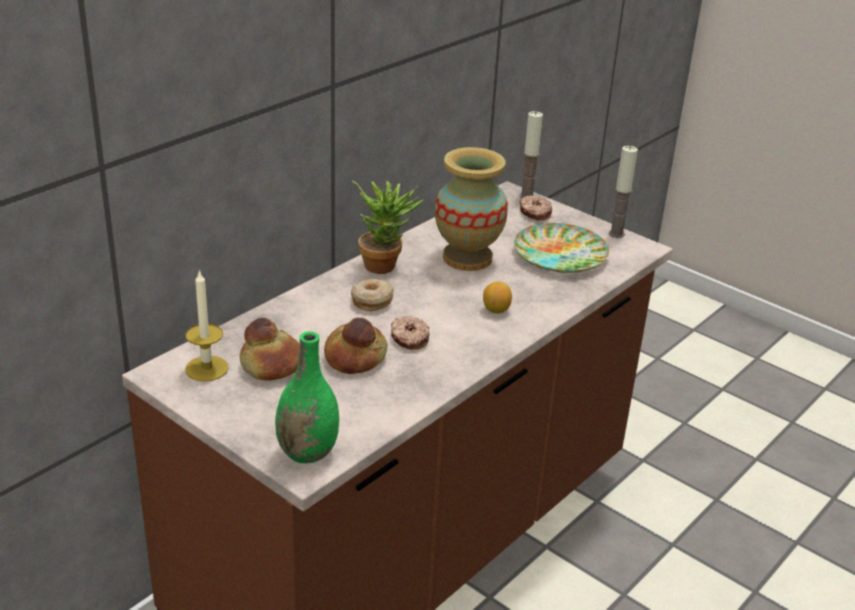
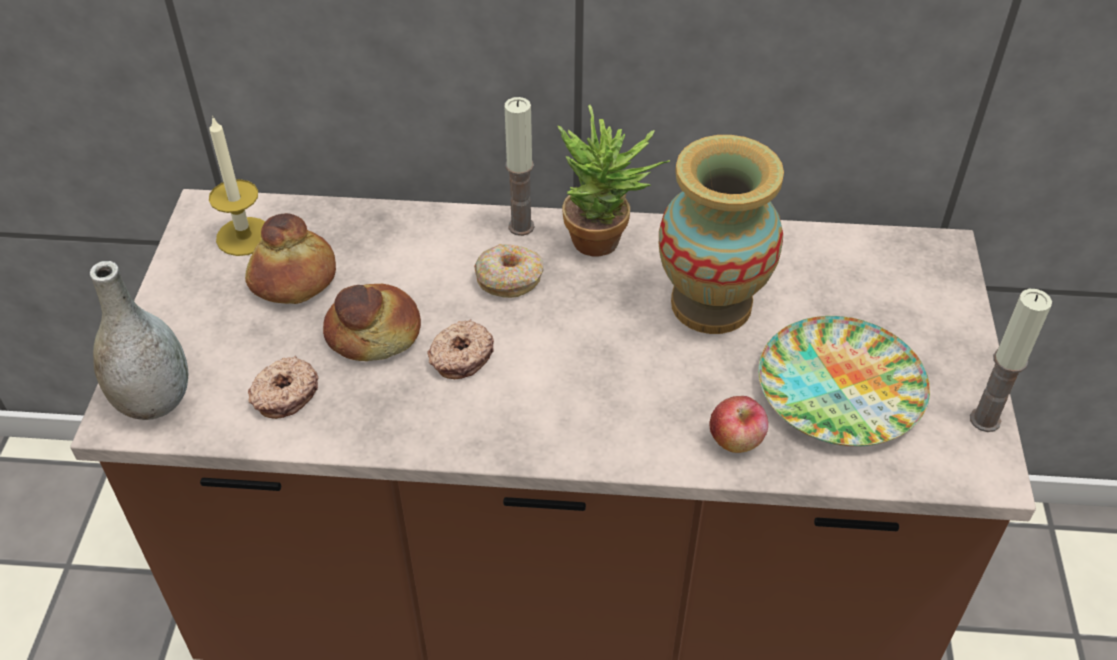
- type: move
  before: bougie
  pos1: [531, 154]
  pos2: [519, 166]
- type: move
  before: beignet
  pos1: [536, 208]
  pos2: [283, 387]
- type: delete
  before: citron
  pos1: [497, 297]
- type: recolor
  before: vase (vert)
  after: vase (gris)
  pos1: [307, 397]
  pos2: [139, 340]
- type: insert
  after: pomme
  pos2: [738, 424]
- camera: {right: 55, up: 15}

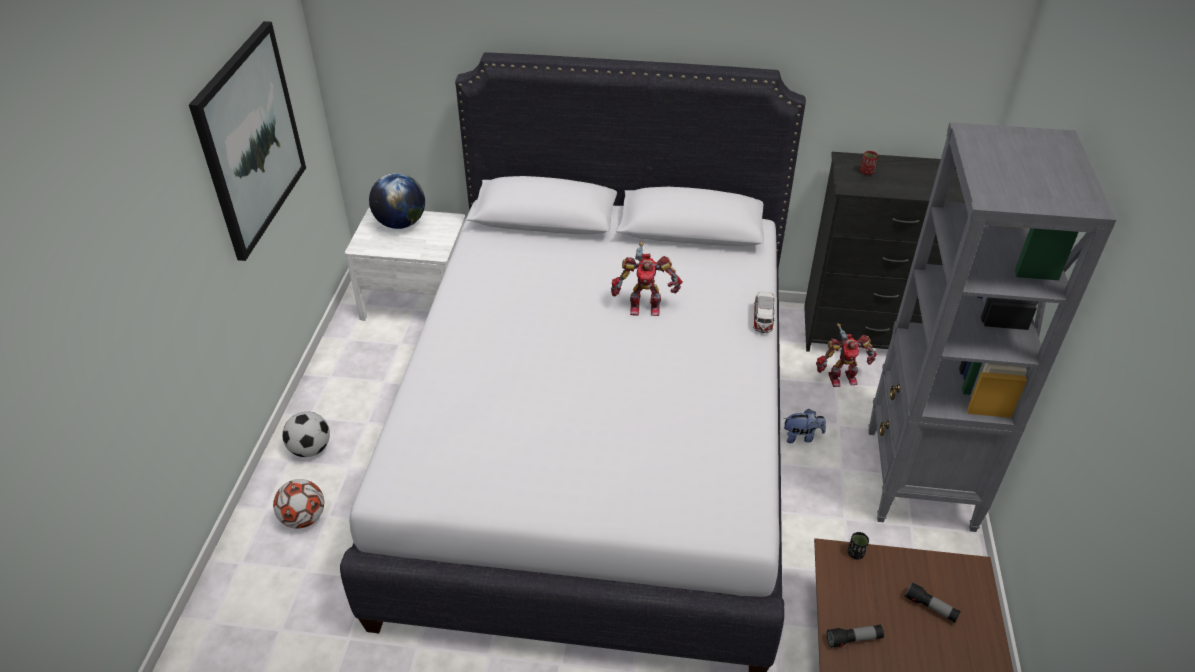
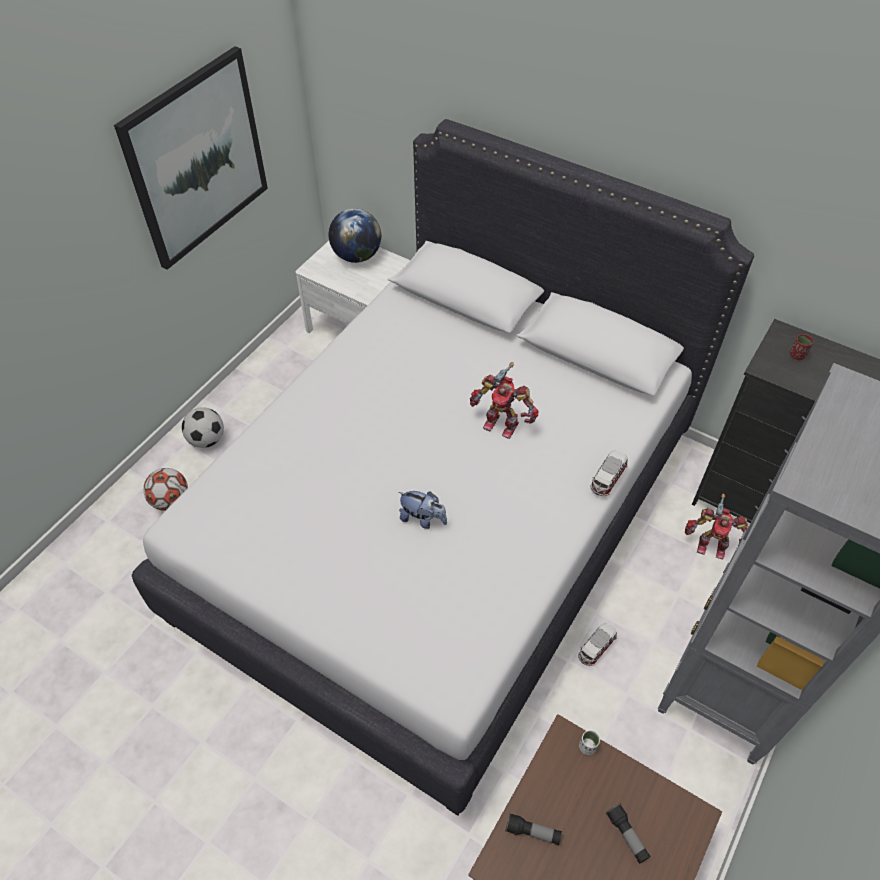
- type: move
  before: peluche
  pos1: [805, 426]
  pos2: [422, 510]
- type: recolor
  before: tasse (noir)
  after: tasse (blanc)
  pos1: [858, 546]
  pos2: [589, 742]
- type: insert
  after: petite voiture
  pos2: [597, 644]
- camera: {right: 25, up: 10}

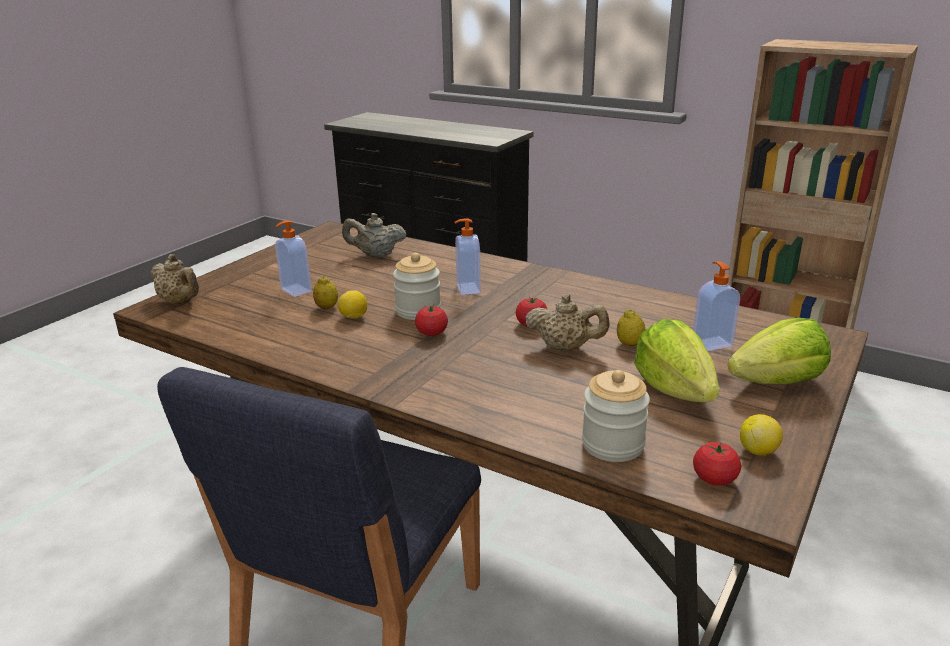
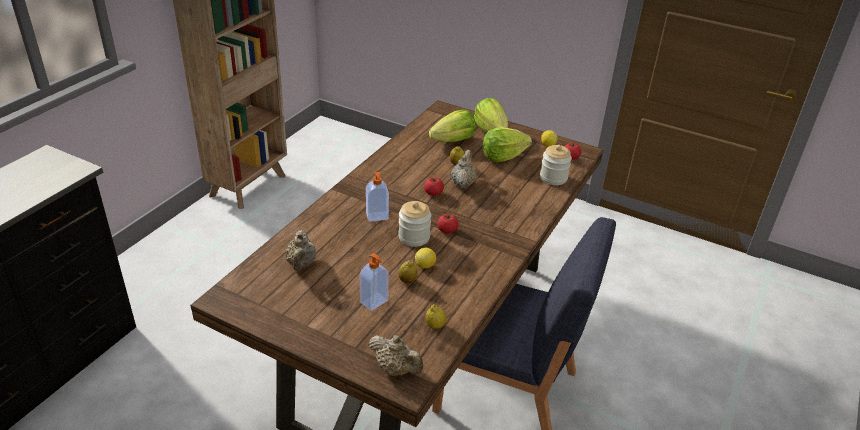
- type: rotate
  before: théière (beige)
  pos1: [175, 279]
  pos2: [395, 355]
  turn: 90
- type: replace
  before: distributeur de savon
  after: laitue
  pos1: [716, 306]
  pos2: [452, 126]
- type: insert
  after: citron
  pos2: [435, 316]
- camera: {right: -95, up: 10}

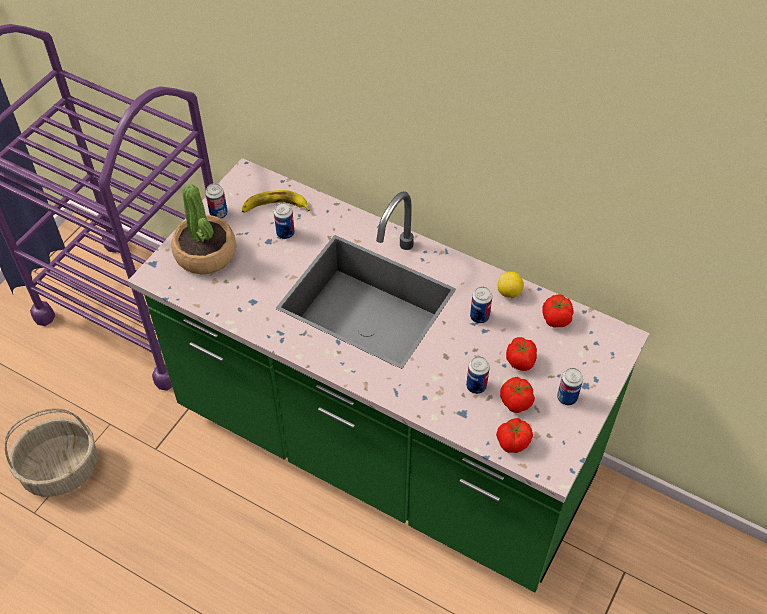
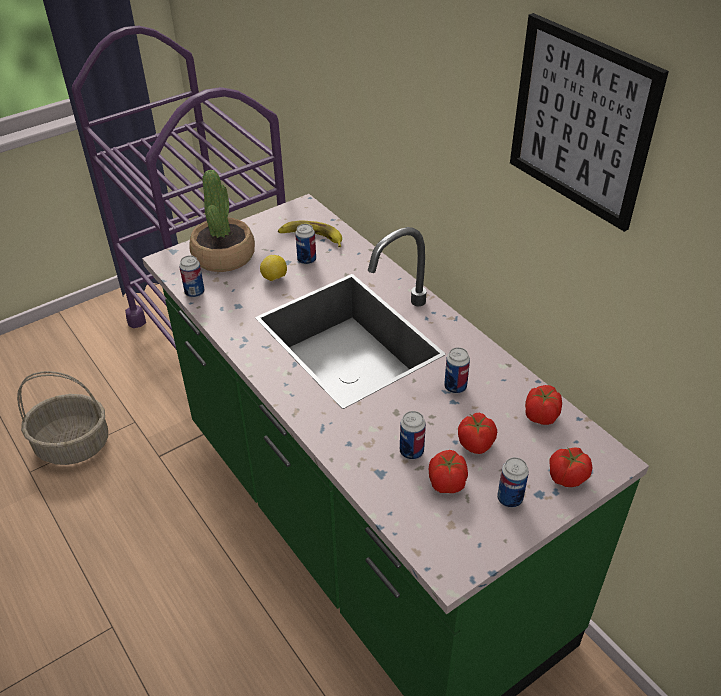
- type: move
  before: boîte métallique
  pos1: [217, 201]
  pos2: [192, 276]
- type: move
  before: citron
  pos1: [510, 285]
  pos2: [273, 268]
- type: move
  before: tomate
  pos1: [514, 435]
  pos2: [570, 467]
- type: insert
  after: tableau
  pos2: [589, 122]
- camera: {right: 25, up: -10}

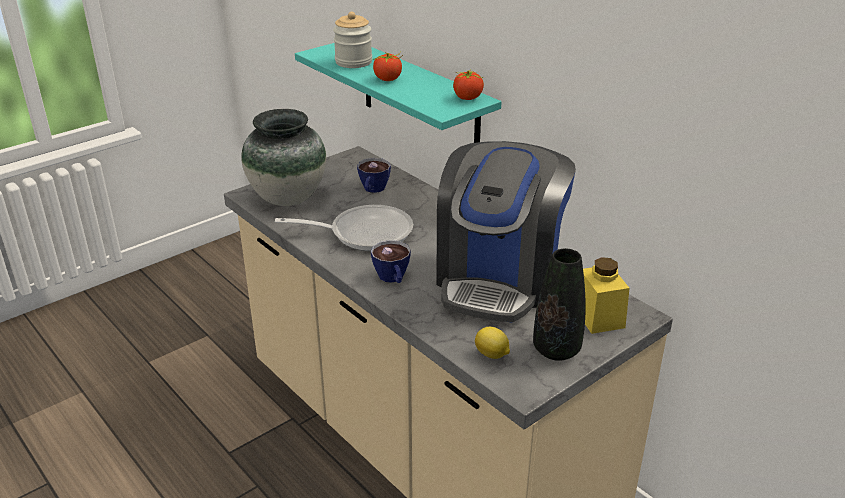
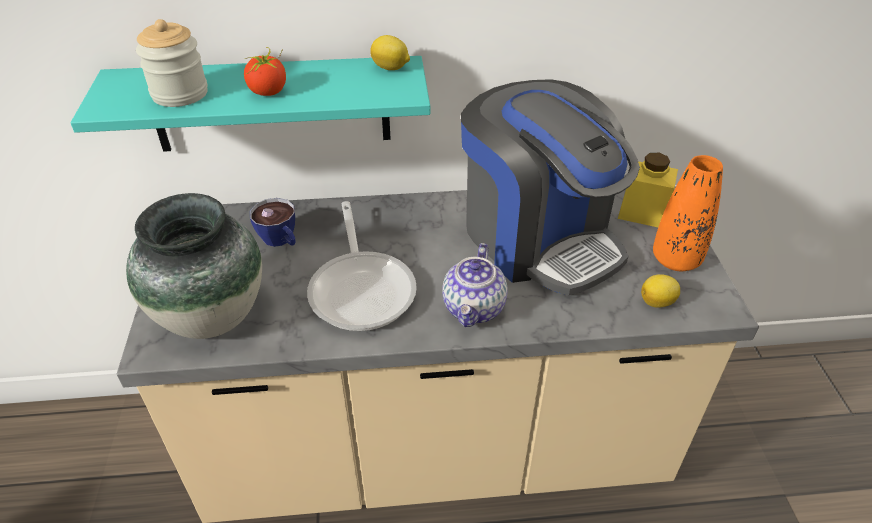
- type: replace
  before: tomate
  after: citron
  pos1: [468, 85]
  pos2: [390, 52]
- type: rotate
  before: poêle
  pos1: [344, 228]
  pos2: [362, 266]
  turn: 135
- type: replace
  before: tasse
  after: théière
  pos1: [391, 261]
  pos2: [474, 285]
- type: recolor
  before: vase (noir)
  after: vase (orange)
  pos1: [559, 304]
  pos2: [688, 213]
- camera: {right: -55, up: 10}

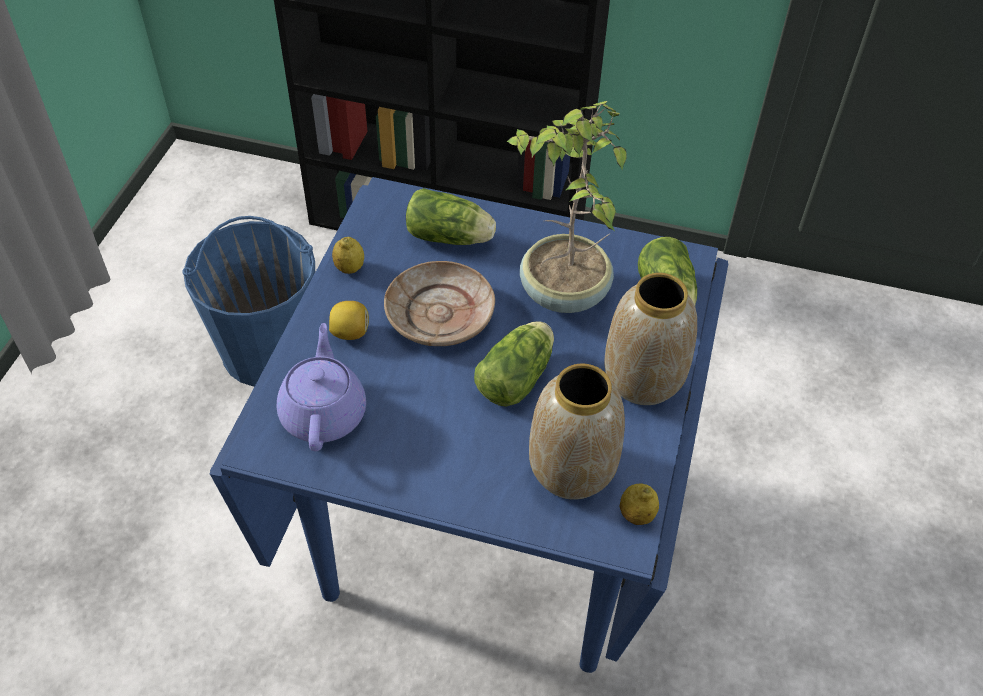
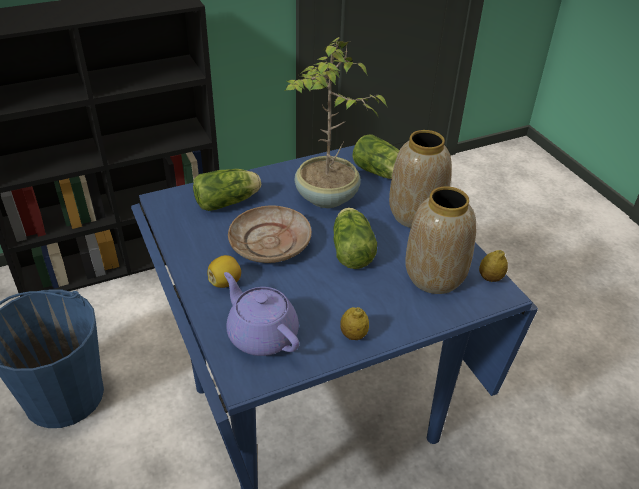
- type: move
  before: citron
  pos1: [348, 255]
  pos2: [354, 323]
- camera: {right: -40, up: -10}

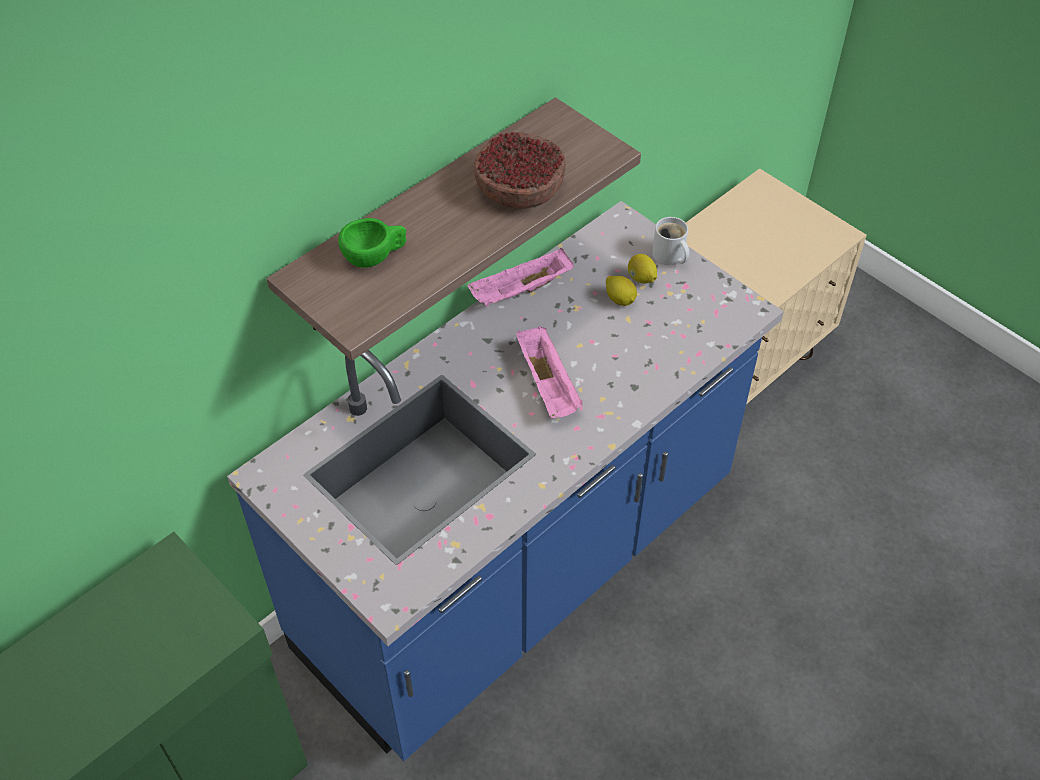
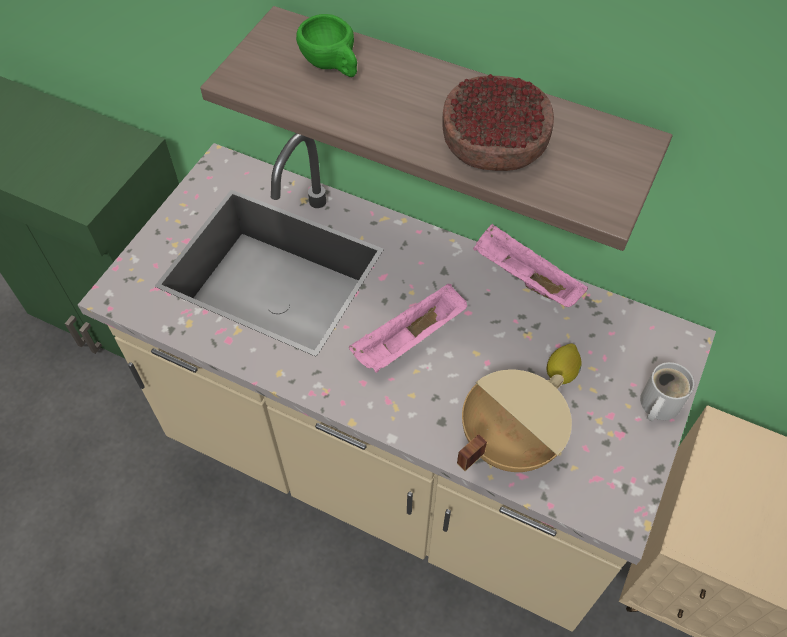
- type: recolor
  before: comptoir de cuisine (bleu)
  after: comptoir de cuisine (beige)
  pos1: [505, 481]
  pos2: [397, 382]
- type: delete
  before: citron
  pos1: [642, 268]
- type: insert
  after: marmite (beige)
  pos2: [514, 420]
- camera: {right: 70, up: 5}

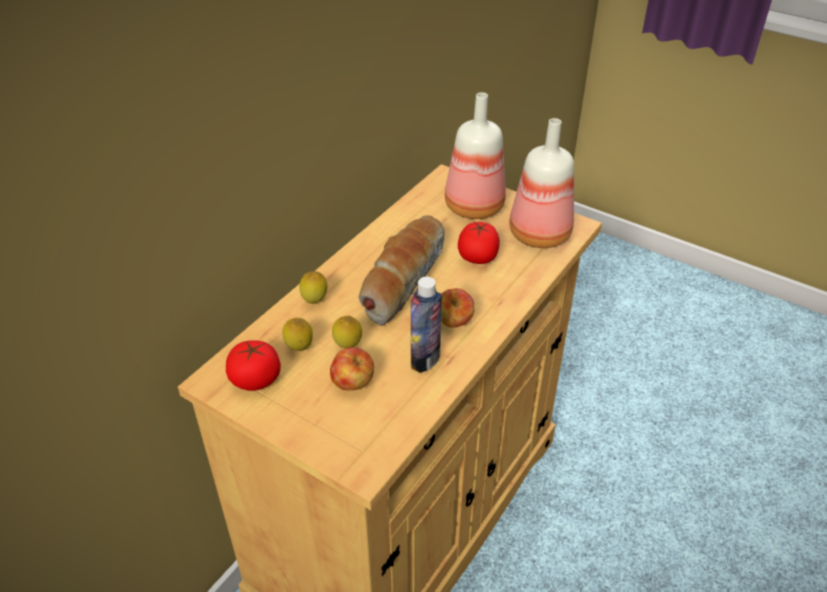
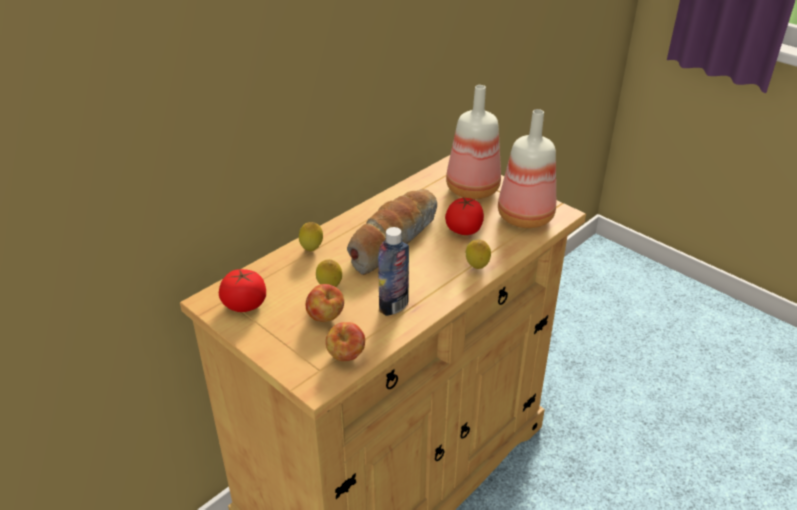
- type: move
  before: pomme
  pos1: [458, 308]
  pos2: [345, 341]
- type: move
  before: citron
  pos1: [297, 334]
  pos2: [478, 254]
- camera: {right: 10, up: -5}

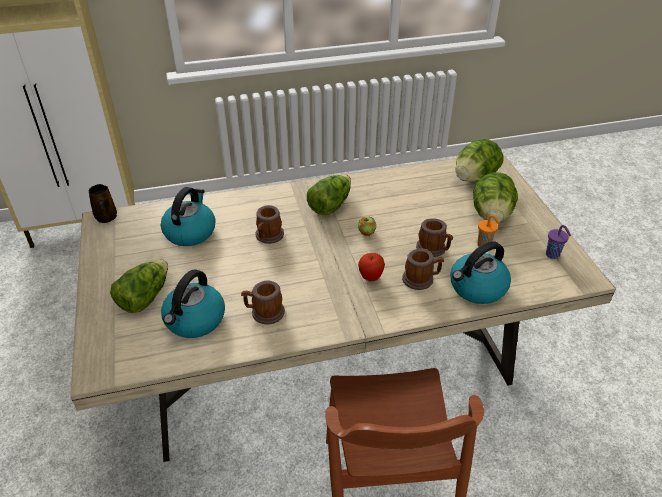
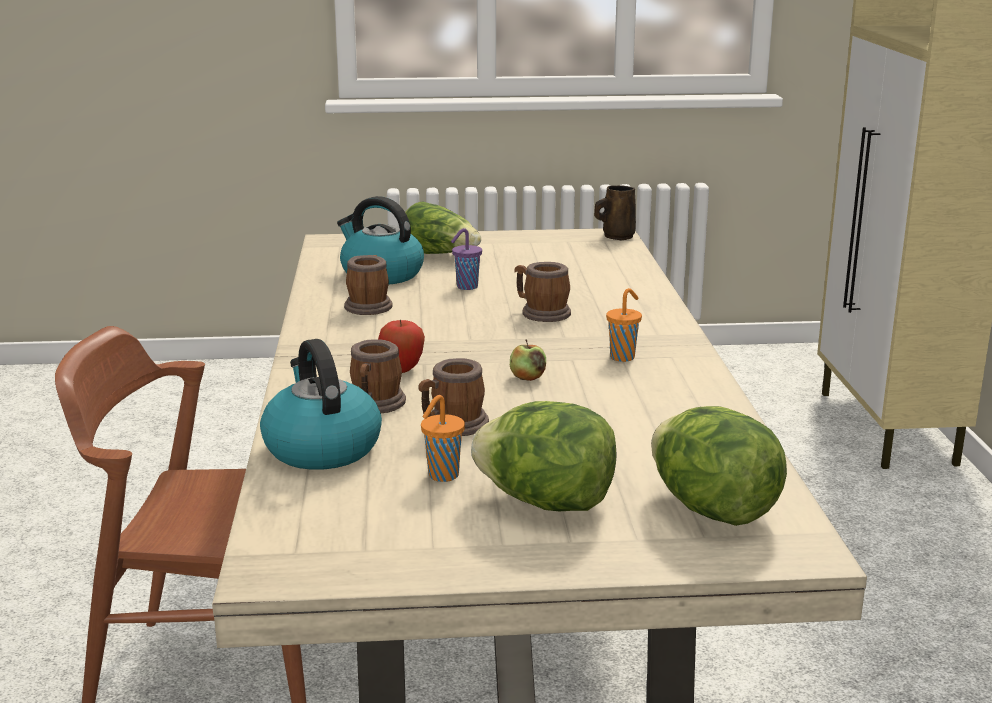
- type: replace
  before: laitue
  after: tasse (orange)
  pos1: [329, 194]
  pos2: [624, 325]
- type: delete
  before: bouilloire
  pos1: [188, 216]
- type: move
  before: tasse (violet)
  pos1: [558, 242]
  pos2: [466, 259]
- camera: {right: 100, up: -20}

